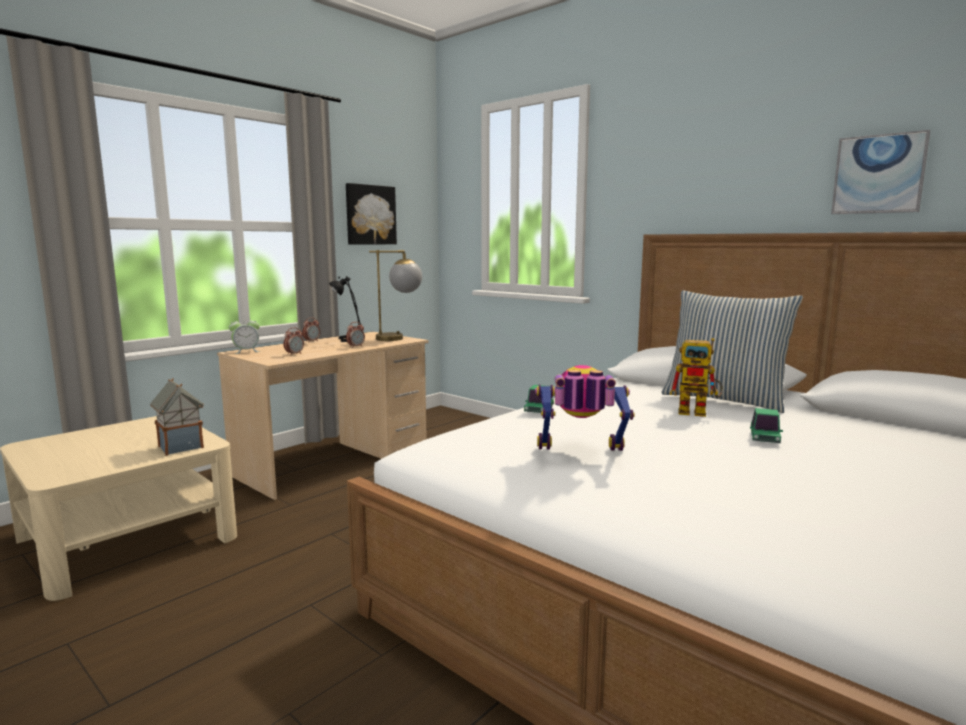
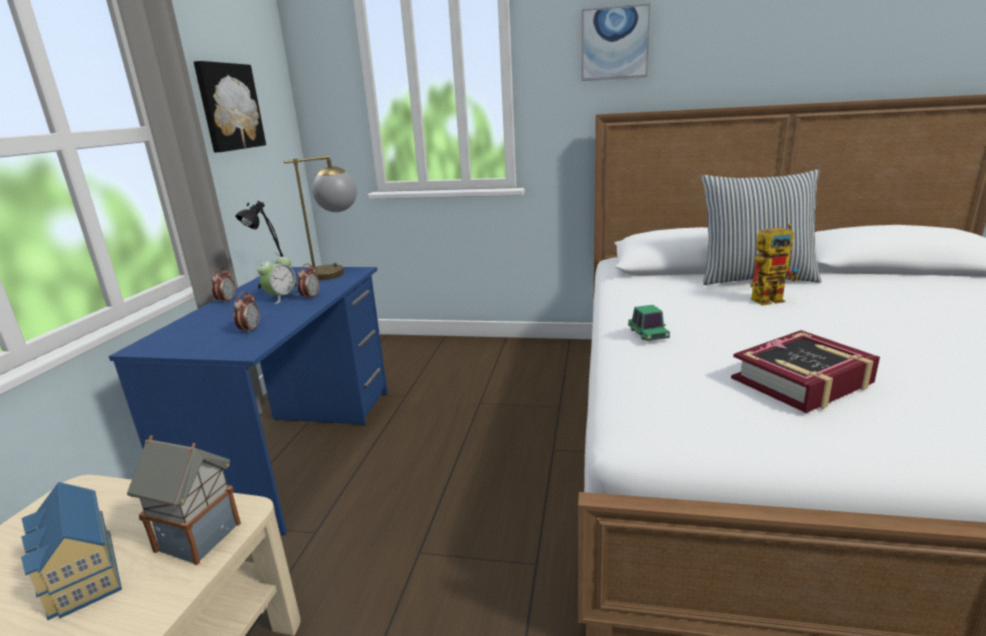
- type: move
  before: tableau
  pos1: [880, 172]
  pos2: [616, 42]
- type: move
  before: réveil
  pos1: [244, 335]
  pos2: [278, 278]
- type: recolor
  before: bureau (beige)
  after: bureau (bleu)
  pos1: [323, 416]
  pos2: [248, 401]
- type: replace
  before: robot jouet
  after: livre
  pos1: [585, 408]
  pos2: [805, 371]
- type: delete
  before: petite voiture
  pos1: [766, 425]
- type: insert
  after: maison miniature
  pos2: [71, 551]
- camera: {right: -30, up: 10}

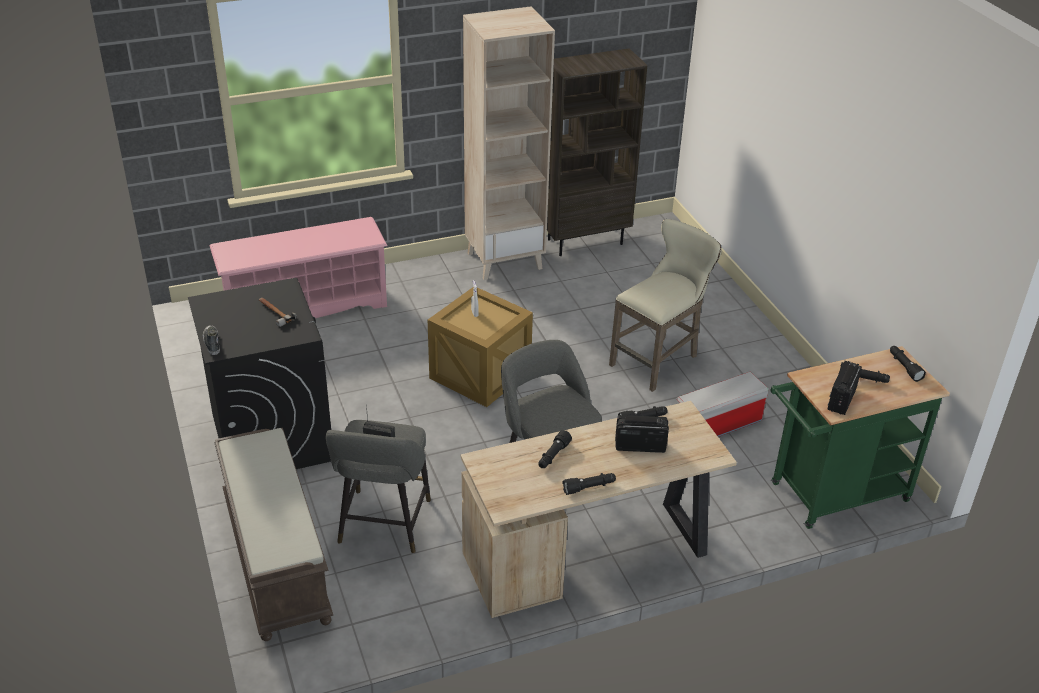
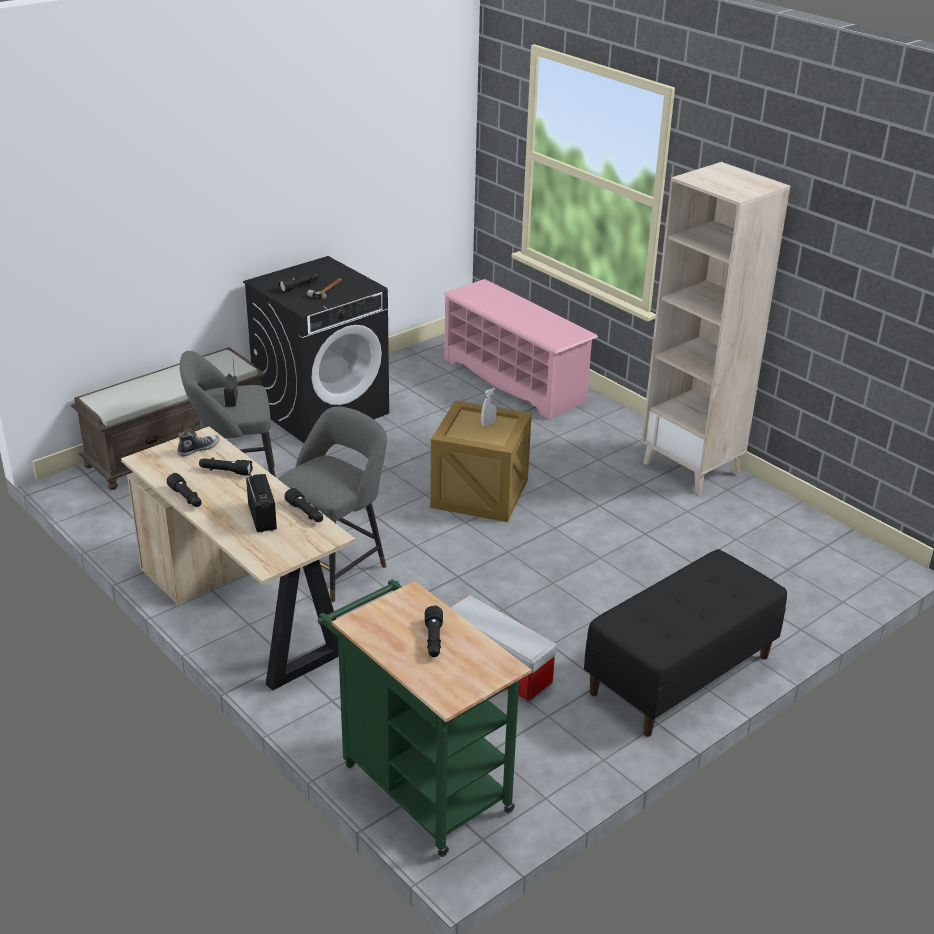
- type: delete
  before: bibliothèque (marron)
  pos1: [597, 152]
- type: delete
  before: tabouret (beige)
  pos1: [665, 305]
- type: move
  before: chaussure
  pos1: [211, 340]
  pos2: [198, 442]
- type: move
  before: lampe de poche (noir)
  pos1: [908, 364]
  pos2: [298, 282]
- type: delete
  before: radio
  pos1: [844, 388]
- type: insert
  after: banc (noir)
  pos2: [685, 643]
- camera: {right: 70, up: -5}

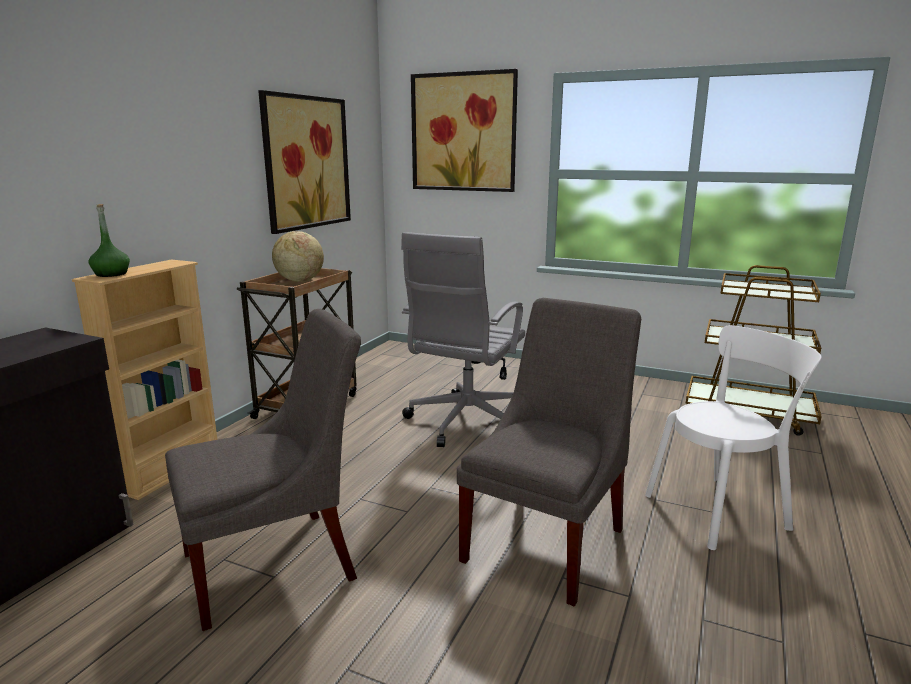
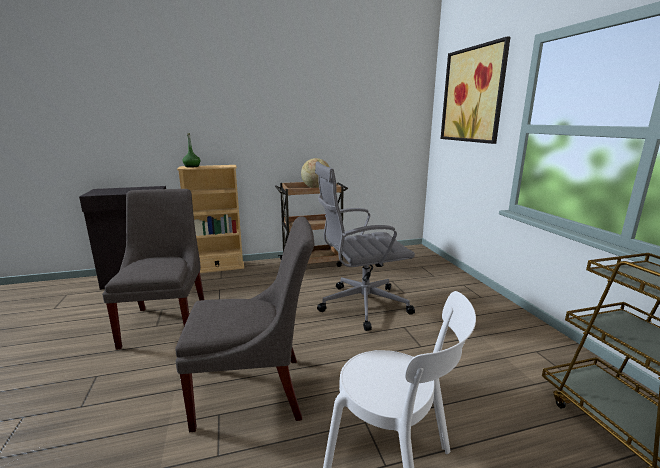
- type: delete
  before: tableau
  pos1: [304, 162]
- type: rotate
  before: chaise (gris)
  pos1: [263, 470]
  pos2: [153, 269]
  turn: -120
- camera: {right: 50, up: 0}

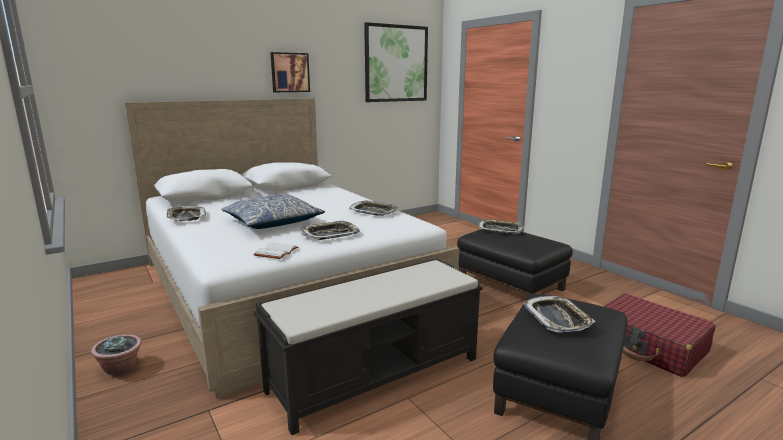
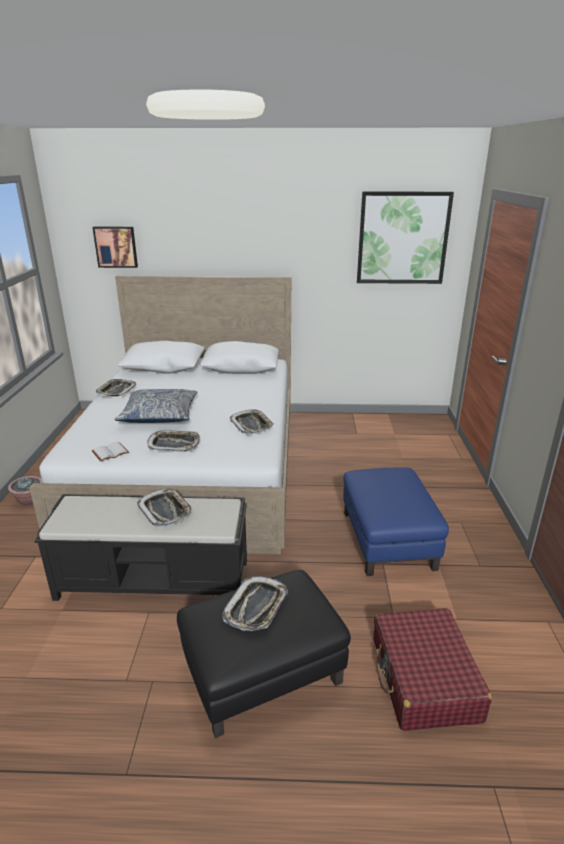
- type: move
  before: tableau
  pos1: [290, 72]
  pos2: [115, 247]
- type: move
  before: plateau
  pos1: [501, 227]
  pos2: [165, 507]
- type: recolor
  before: pouf (noir)
  after: pouf (bleu)
  pos1: [515, 264]
  pos2: [396, 521]
- camera: {right: 35, up: 10}

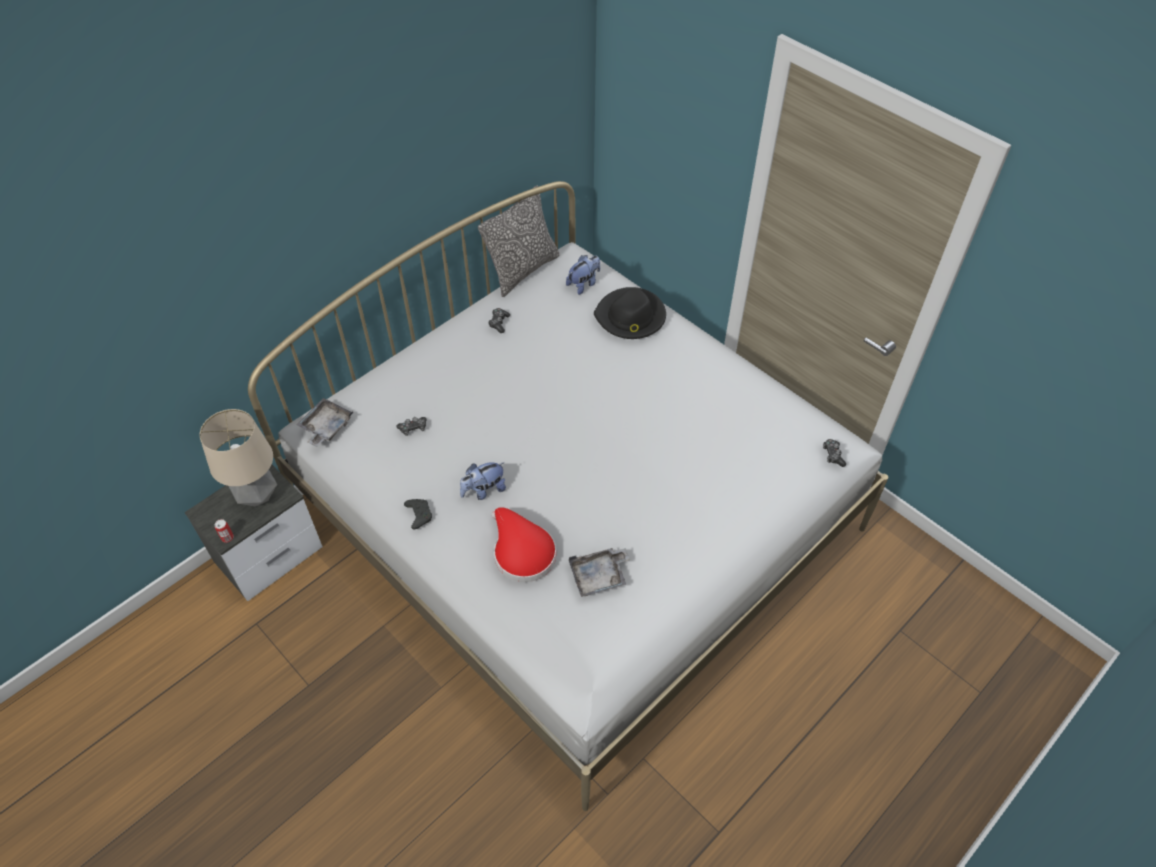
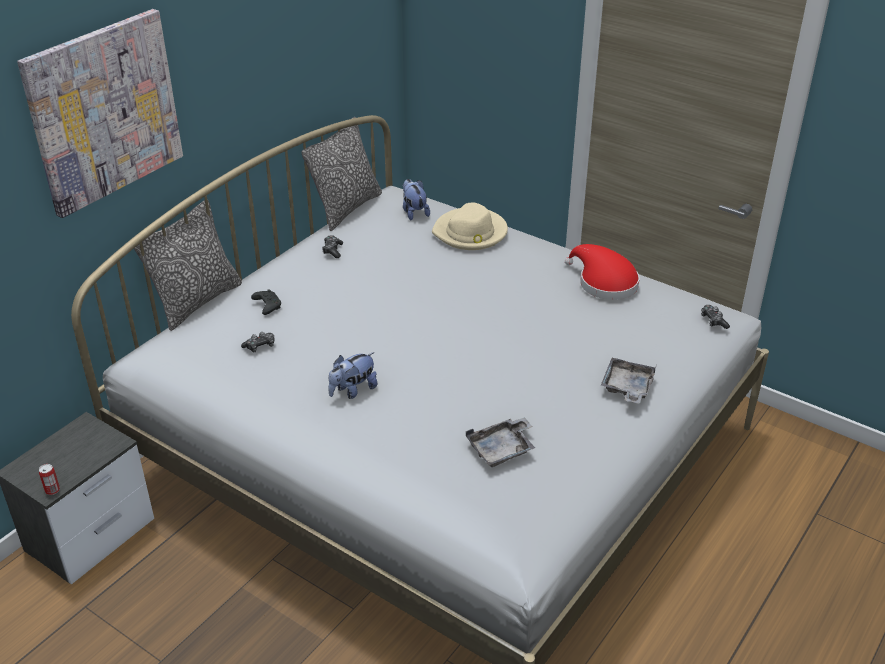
- type: rotate
  before: peluche
  pos1: [583, 275]
  pos2: [416, 199]
  turn: -60
- type: recolor
  before: chapeau (noir)
  after: chapeau (beige)
  pos1: [630, 313]
  pos2: [470, 226]
- type: move
  before: plateau (gris)
  pos1: [325, 422]
  pos2: [629, 381]
- type: delete
  before: lampe de table
  pos1: [238, 458]
- type: move
  before: manette (noir)
  pos1: [418, 514]
  pos2: [266, 302]
- type: move
  before: chapeau (rouge)
  pos1: [523, 544]
  pos2: [602, 272]
- type: insert
  after: tableau
  pos2: [100, 113]
- type: insert
  after: coussin
  pos2: [188, 265]
- camera: {right: -10, up: -15}

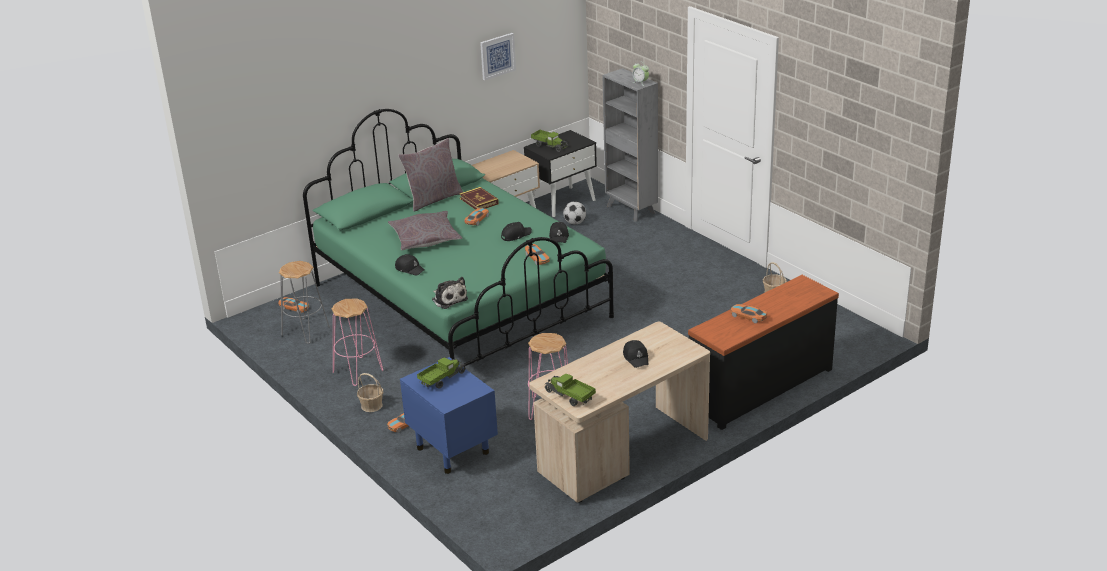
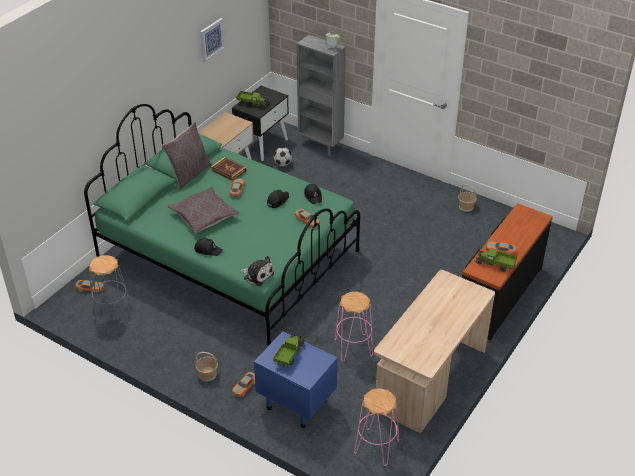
- type: move
  before: tabouret (rose)
  pos1: [357, 342]
  pos2: [376, 427]
- type: delete
  before: casquette (noir)
  pos1: [635, 354]
- type: move
  before: camion jouet
  pos1: [570, 390]
  pos2: [496, 260]
- camera: {right: -20, up: 10}

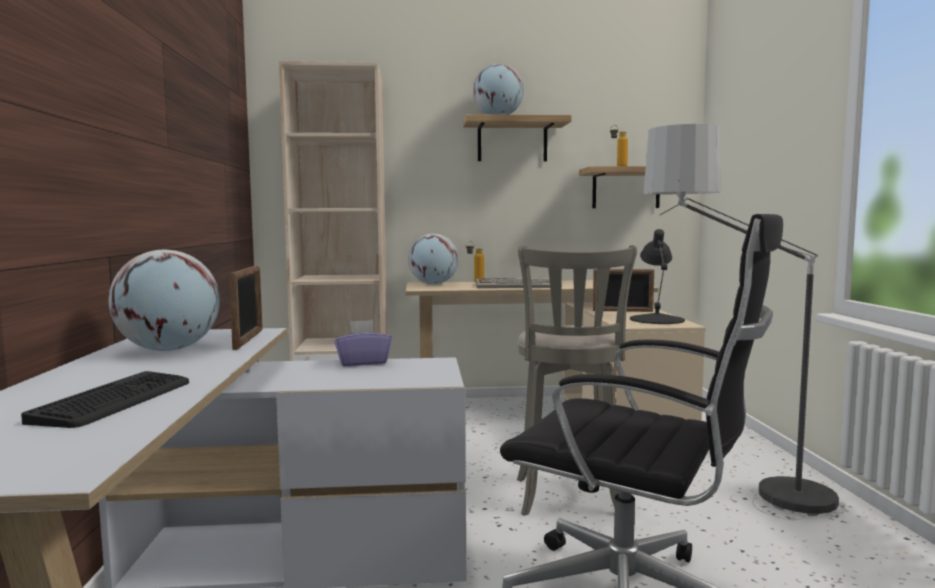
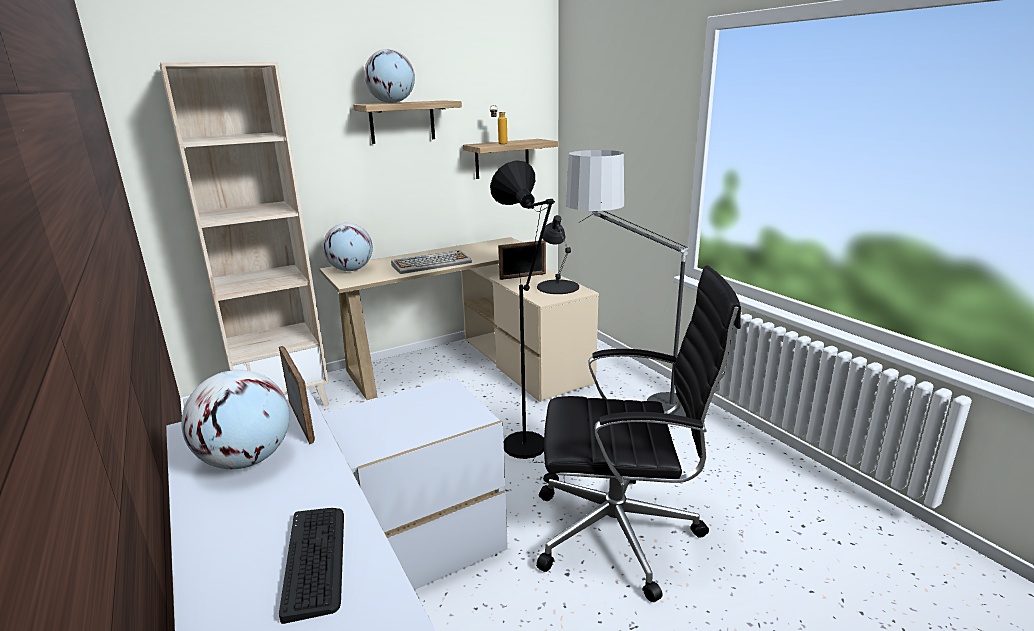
- type: delete
  before: bouteille
  pos1: [475, 261]
- type: replace
  before: tabouret (gris)
  after: lampadaire (noir)
  pos1: [577, 380]
  pos2: [524, 321]
- type: delete
  before: boîte à mouchoirs (violet)
  pos1: [363, 343]
- camera: {right: -25, up: 15}

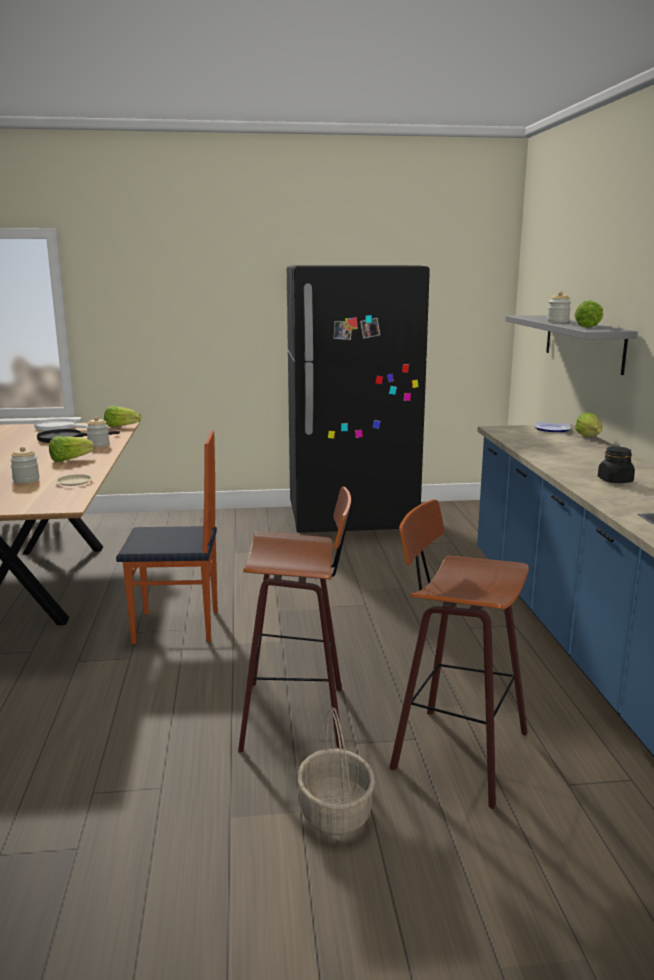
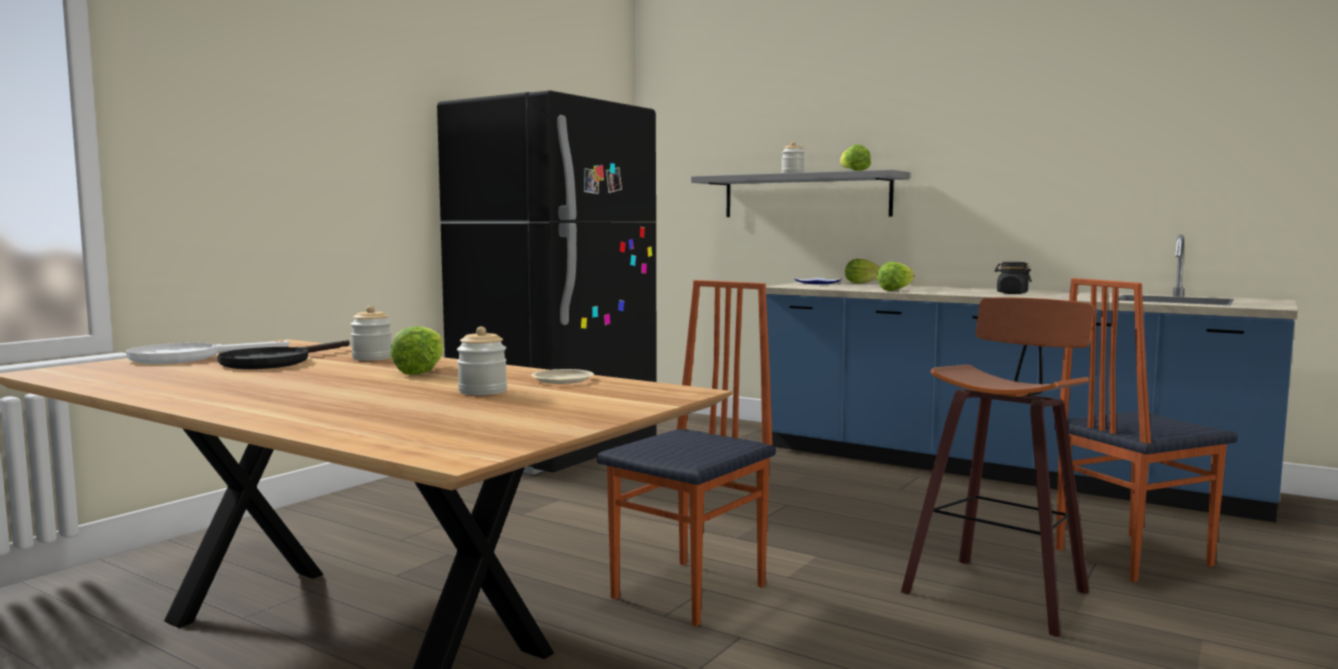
- type: move
  before: laitue
  pos1: [122, 416]
  pos2: [896, 276]
- type: replace
  before: tabouret
  after: chaise
  pos1: [459, 654]
  pos2: [1146, 430]
- type: delete
  before: panier
  pos1: [336, 771]
- camera: {right: -50, up: -10}

